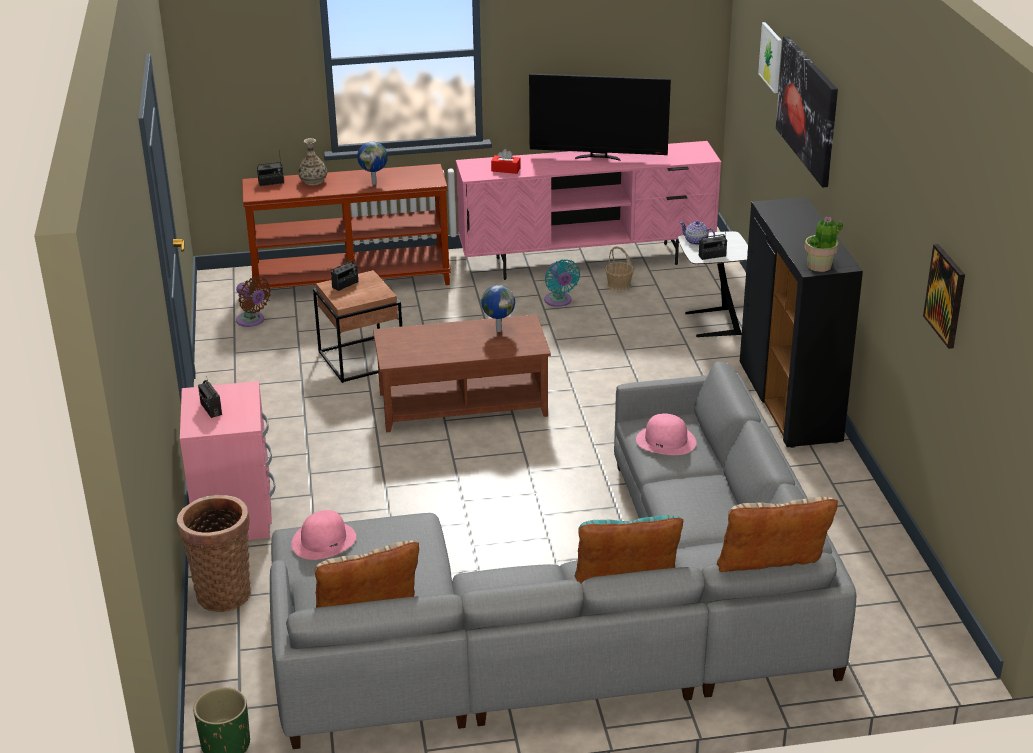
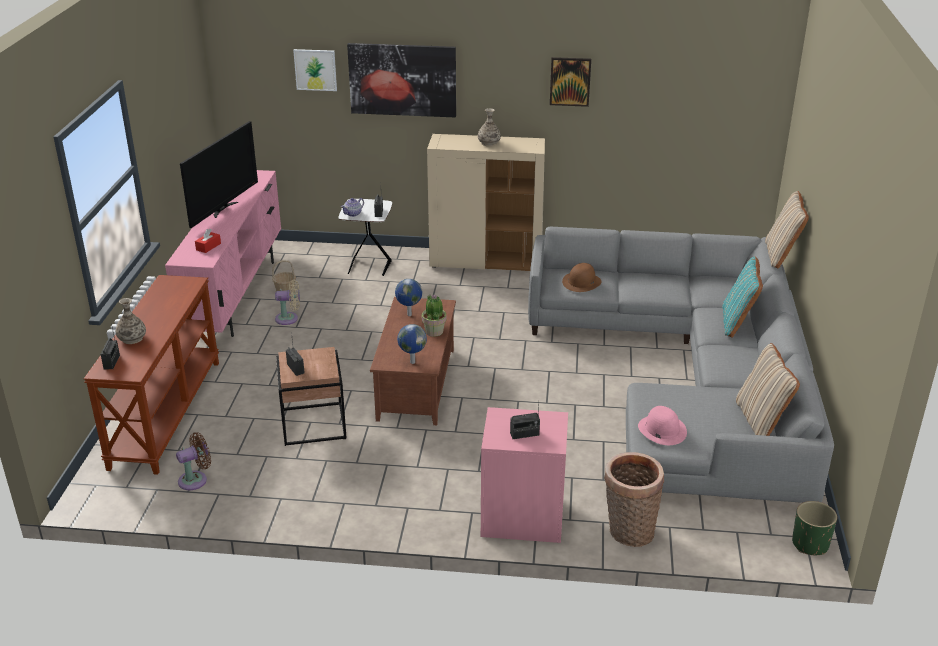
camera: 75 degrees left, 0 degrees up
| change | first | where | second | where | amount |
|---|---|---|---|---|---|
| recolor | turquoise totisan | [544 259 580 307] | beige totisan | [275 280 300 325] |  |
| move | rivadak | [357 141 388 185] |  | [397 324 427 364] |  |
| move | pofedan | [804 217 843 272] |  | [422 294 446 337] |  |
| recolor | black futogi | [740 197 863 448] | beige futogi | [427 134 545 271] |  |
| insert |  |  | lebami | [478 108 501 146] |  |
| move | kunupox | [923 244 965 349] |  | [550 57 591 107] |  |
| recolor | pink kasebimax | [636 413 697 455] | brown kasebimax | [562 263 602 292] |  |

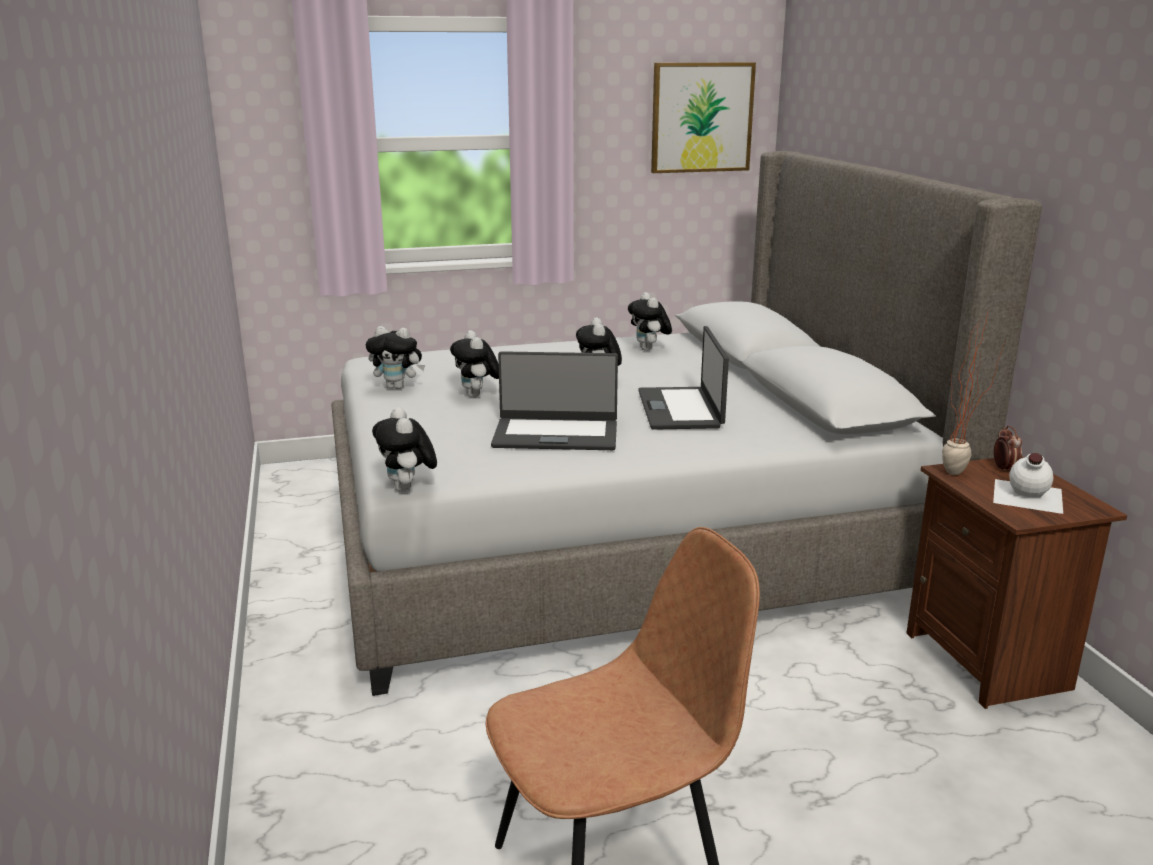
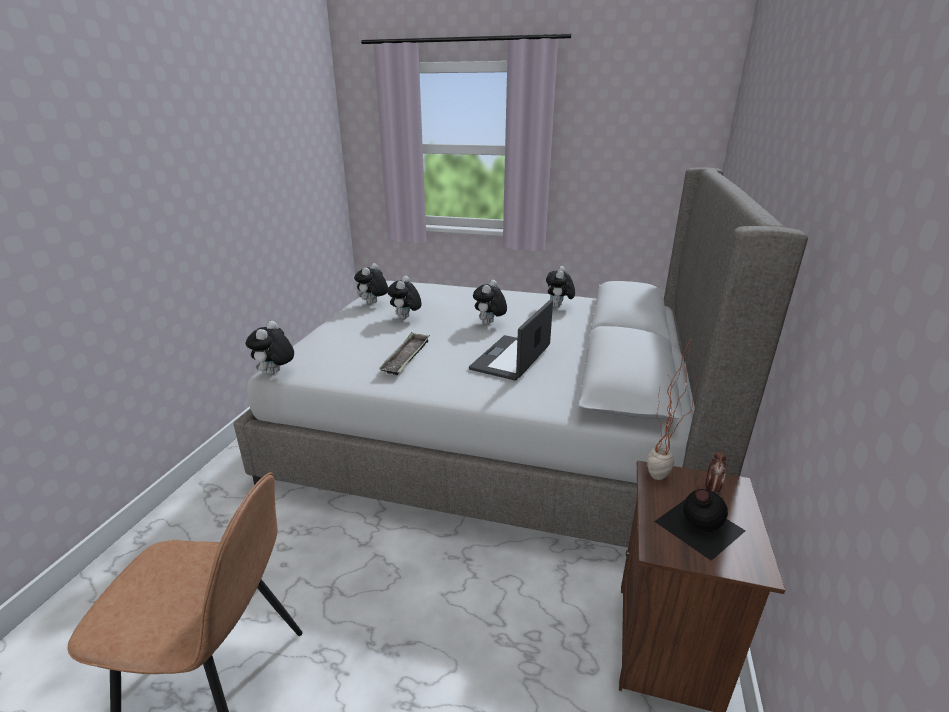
camera: 30 degrees right, 5 degrees up
| change | first | where | second | where | amount |
|---|---|---|---|---|---|
| rotate | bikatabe | [366 326 425 389] |  | [354 263 388 304] | 75 degrees clockwise |
| replace | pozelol | [491 351 618 450] | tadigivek | [379 332 430 375] |  |
| recolor | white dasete | [993 453 1063 514] | black dasete | [654 489 746 561] |  |
| delete | kunupox | [651 62 756 173] |  |  |  |

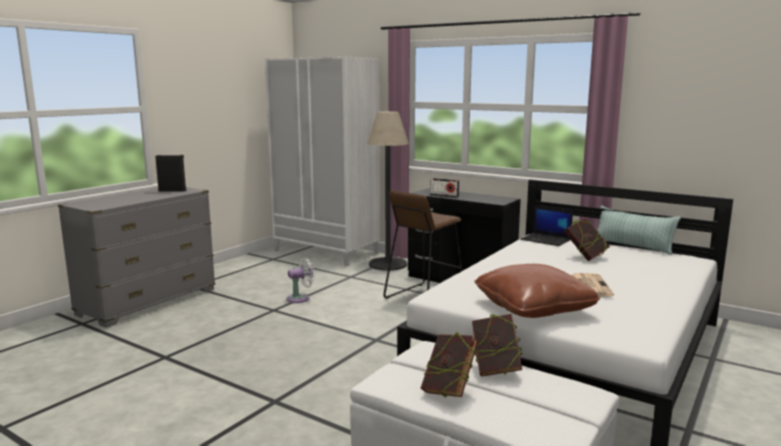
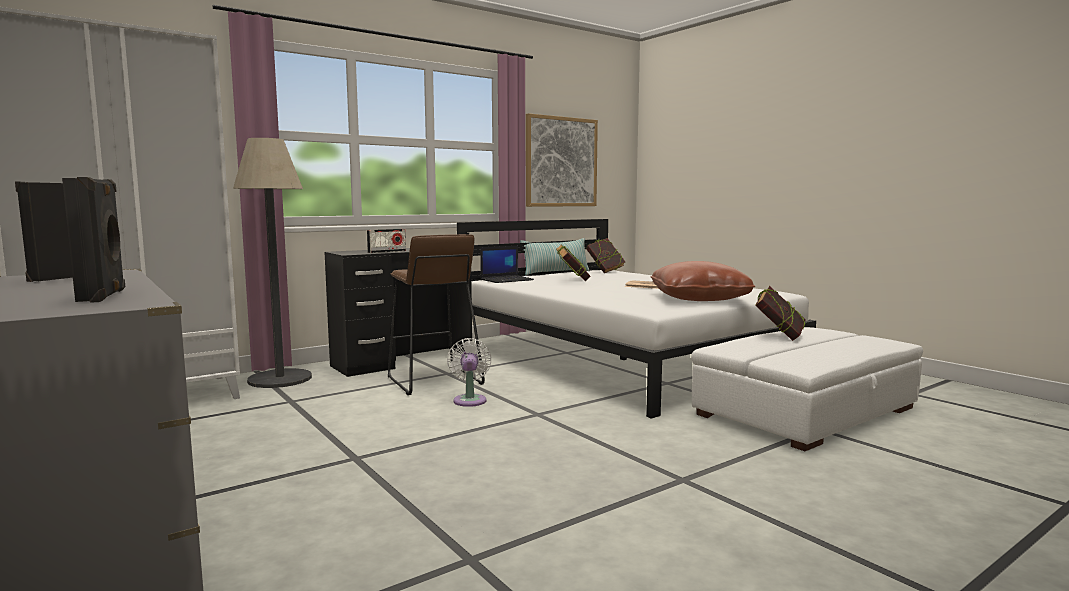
camera: 70 degrees left, 5 degrees down
| change | first | where | second | where | amount |
|---|---|---|---|---|---|
| insert |  |  | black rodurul | [62 177 125 303] |  |
| move | white totisan | [287 257 315 303] |  | [447 338 492 407] |  |
| insert |  |  | kunupox | [526 113 598 207] |  |
| move | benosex | [421 332 478 397] |  | [586 238 625 273] |  |

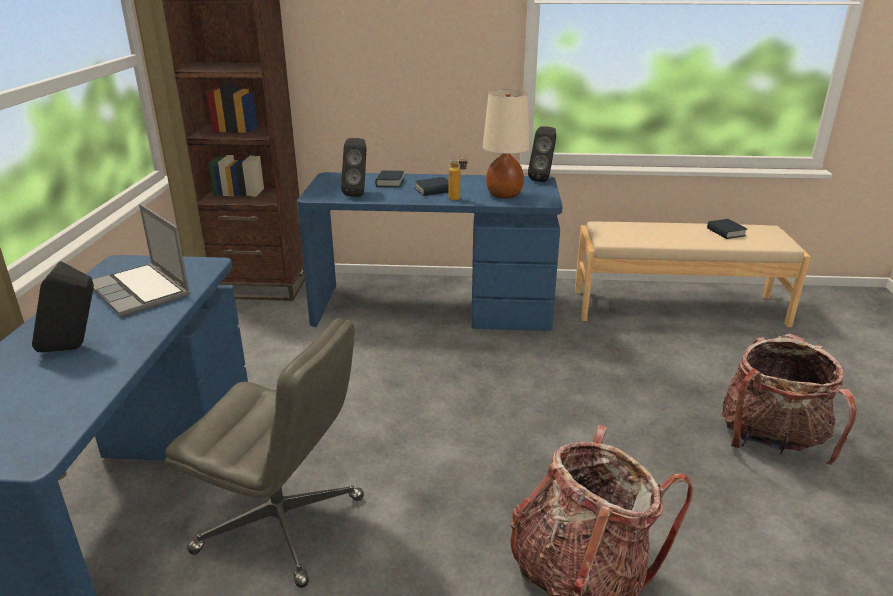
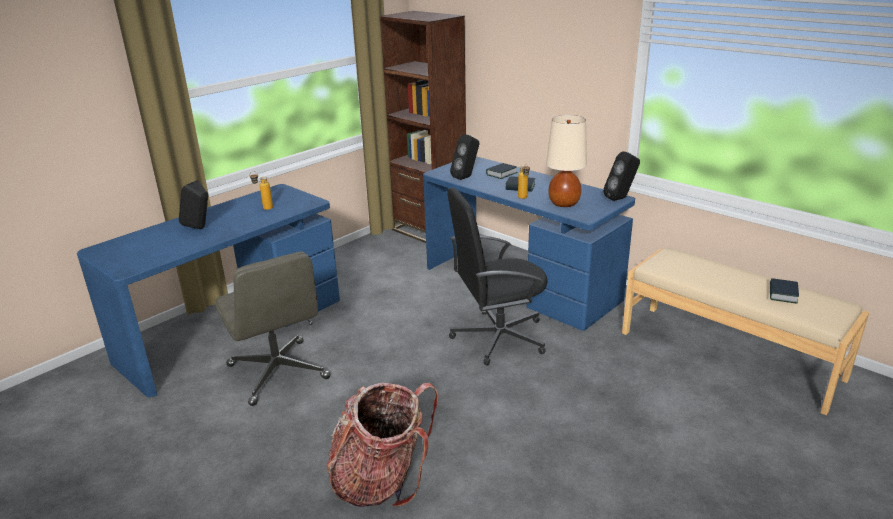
camera: 40 degrees right, 0 degrees up
| change | first | where | second | where | amount |
|---|---|---|---|---|---|
| replace | pozelol | [92 204 190 317] | dasete | [249 171 273 210] |  |
| insert |  |  | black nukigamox | [447 188 548 366] |  |
| delete | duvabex | [722 334 857 465] |  |  |  |

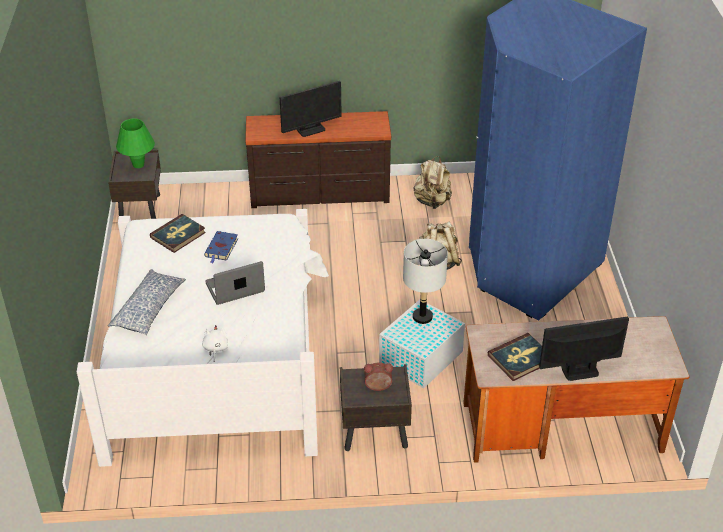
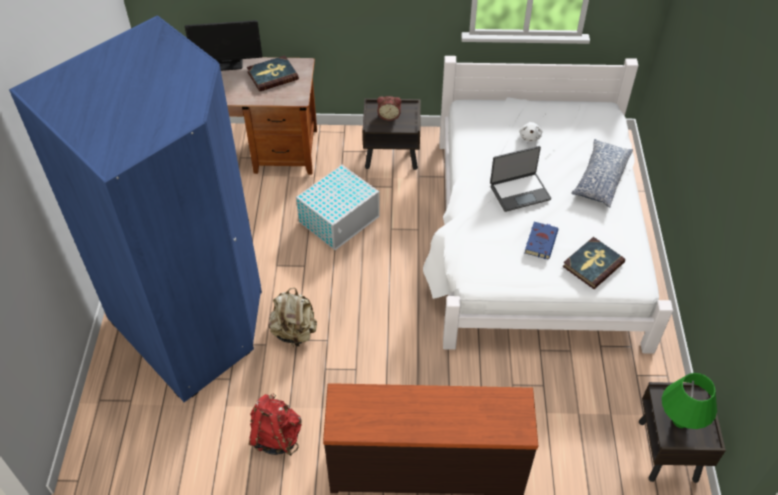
camera: 175 degrees left, 10 degrees up
| change | first | where | second | where | amount |
|---|---|---|---|---|---|
| recolor | beige duvabex | [414 156 452 209] | red duvabex | [249 393 302 456] |  |
| delete | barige | [280 81 342 137] |  |  |  |
| delete | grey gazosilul | [403 239 448 324] |  |  |  |

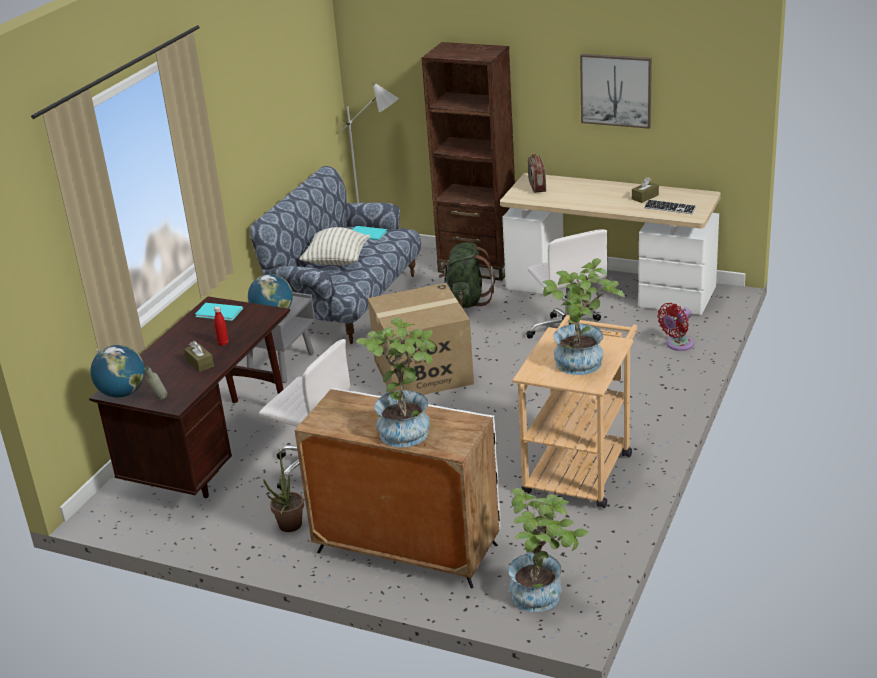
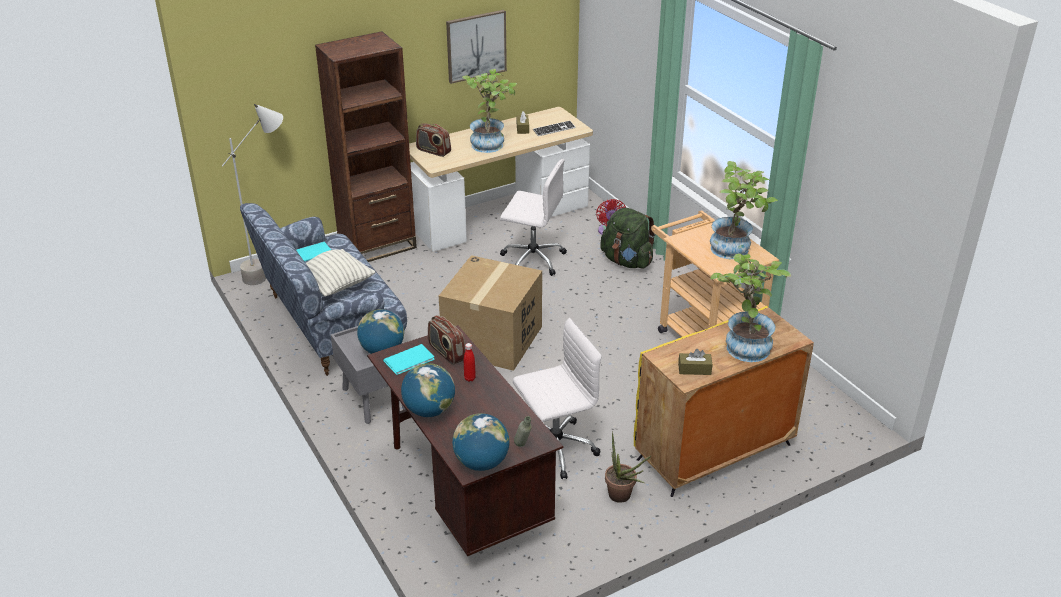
camera: 55 degrees left, 5 degrees up
| change | first | where | second | where | amount |
|---|---|---|---|---|---|
| insert |  |  | rivadak | [401 363 455 417] |  |
| insert |  |  | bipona | [428 315 466 365] |  |
| move | pofedan | [509 488 589 612] |  | [462 69 517 153] |  |
| move | green duvabex | [439 242 495 308] |  | [600 208 655 268] |  |
| recolor | white futogi | [295 388 500 588] | yellow futogi | [634 306 814 497] |  |
| move | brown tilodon | [184 341 214 372] |  | [678 349 713 375] |  |

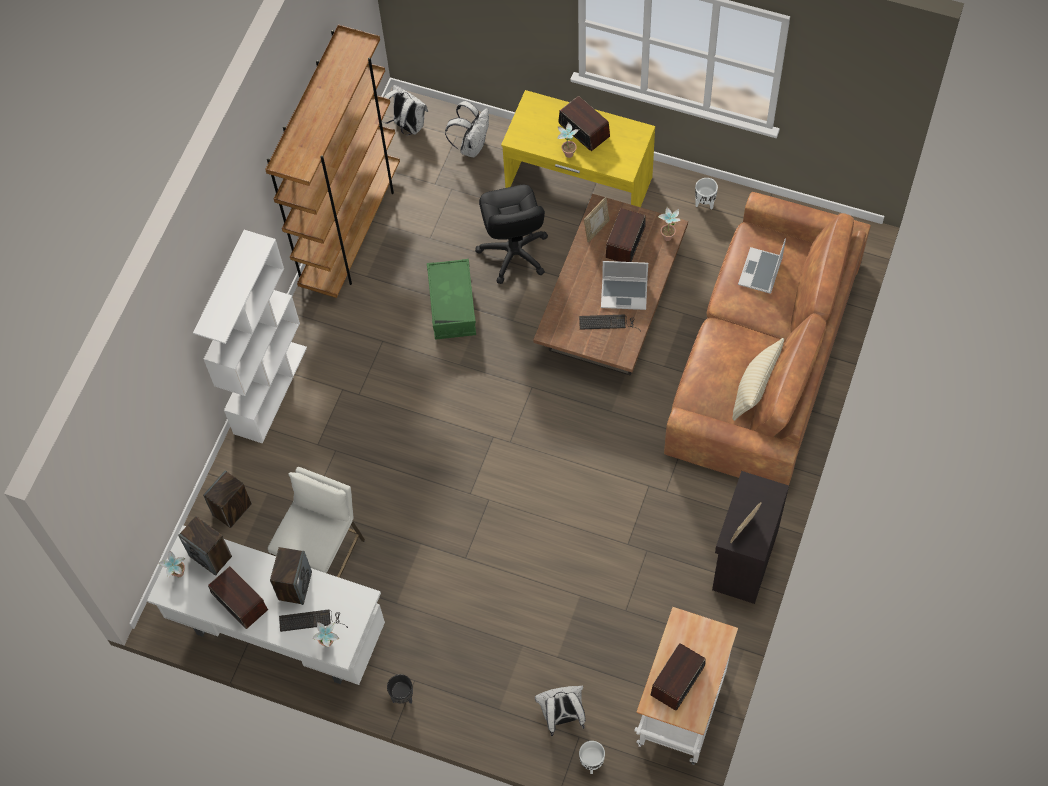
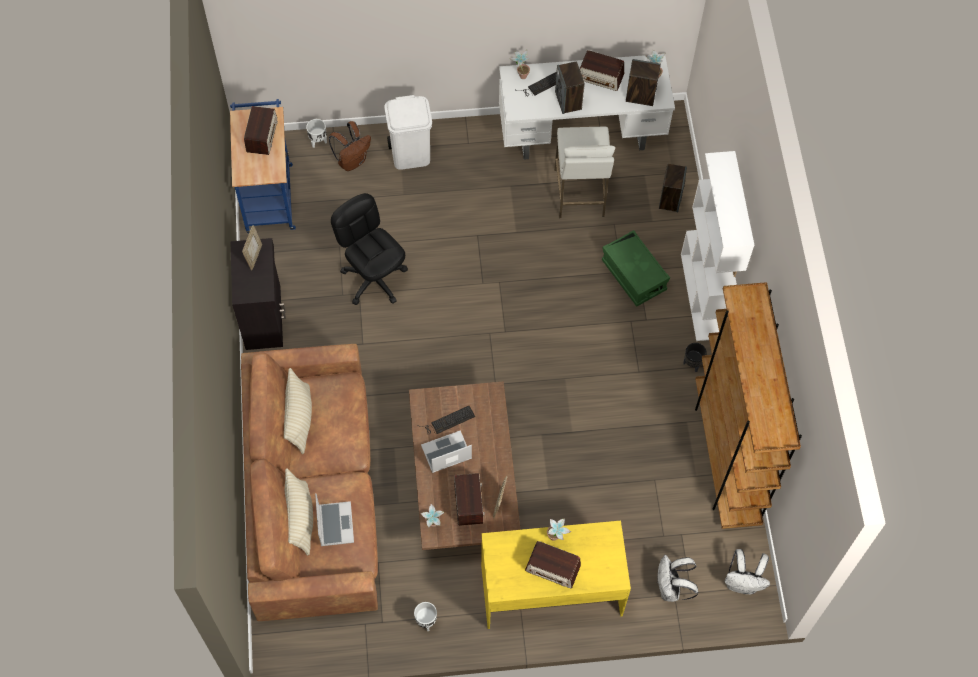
camera: 150 degrees right, 0 degrees up
| change | first | where | second | where | amount |
|---|---|---|---|---|---|
| recolor | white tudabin | [634 607 738 765] | blue tudabin | [230 99 296 234] |  |
| insert |  |  | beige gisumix | [285 468 313 556] |  |
| recolor | white duvabex | [535 686 585 736] | brown duvabex | [329 121 371 171] |  |
| move | black nukigamox | [475 185 548 284] |  | [331 193 408 305] |  |
| insert |  |  | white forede | [384 95 432 170] |  |
| move | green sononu | [427 259 476 340] |  | [602 230 670 307] |  |
| move | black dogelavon | [387 674 413 703] |  | [683 343 707 372] |  |

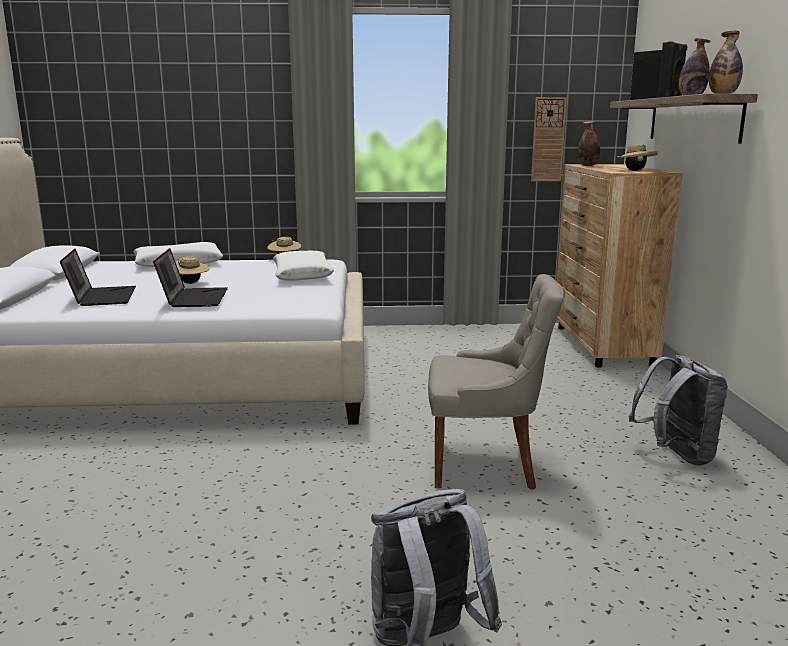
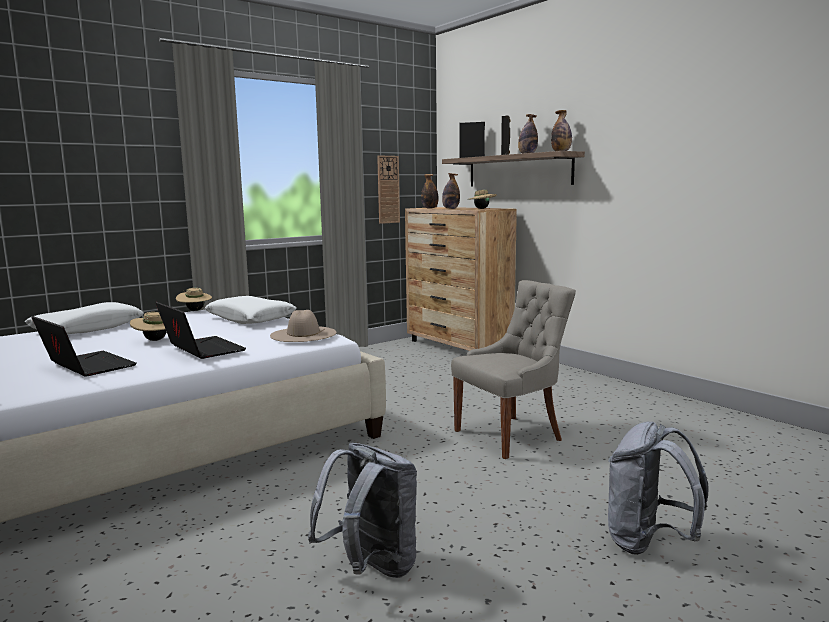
camera: 35 degrees left, 5 degrees down
| change | first | where | second | where | amount |
|---|---|---|---|---|---|
| insert |  |  | beige kasebimax | [270 310 336 342] |  |
| move | grey duvabex | [629 355 728 466] |  | [308 443 417 578] |  |
| insert |  |  | dasete | [442 173 460 209] |  |

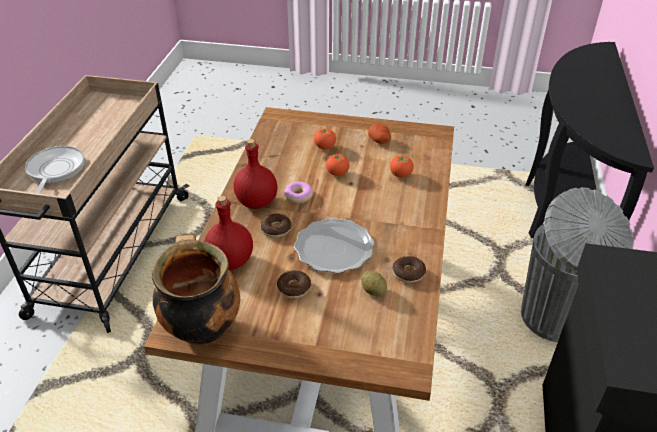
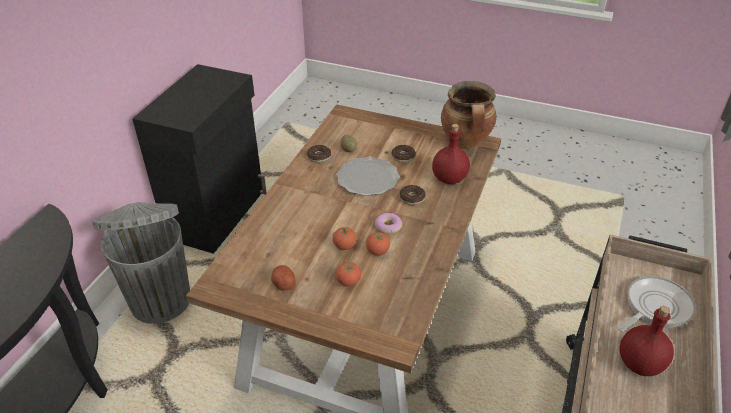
camera: 170 degrees left, 0 degrees up
| change | first | where | second | where | amount |
|---|---|---|---|---|---|
| move | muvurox | [390 156 414 178] |  | [366 232 390 255] |  |
| rotate | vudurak | [25 146 84 194] |  | [617 276 696 332] | 135 degrees counterclockwise |
| move | red dasete | [233 139 277 209] |  | [619 306 674 376] |  |

